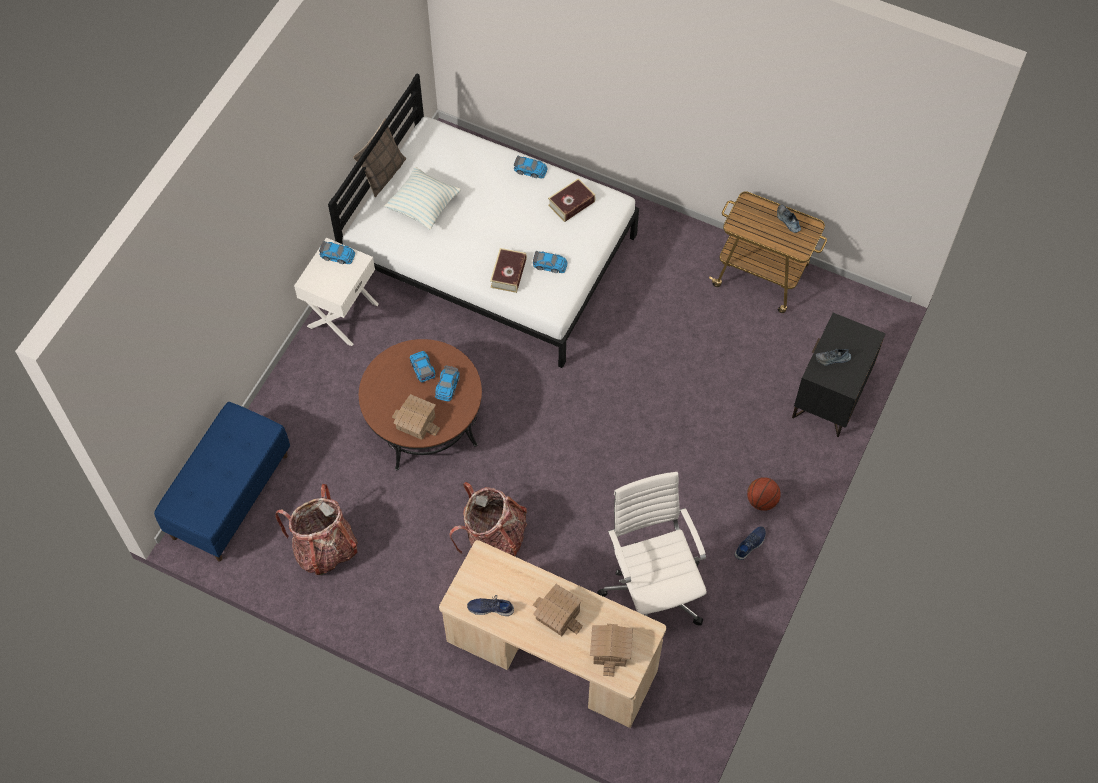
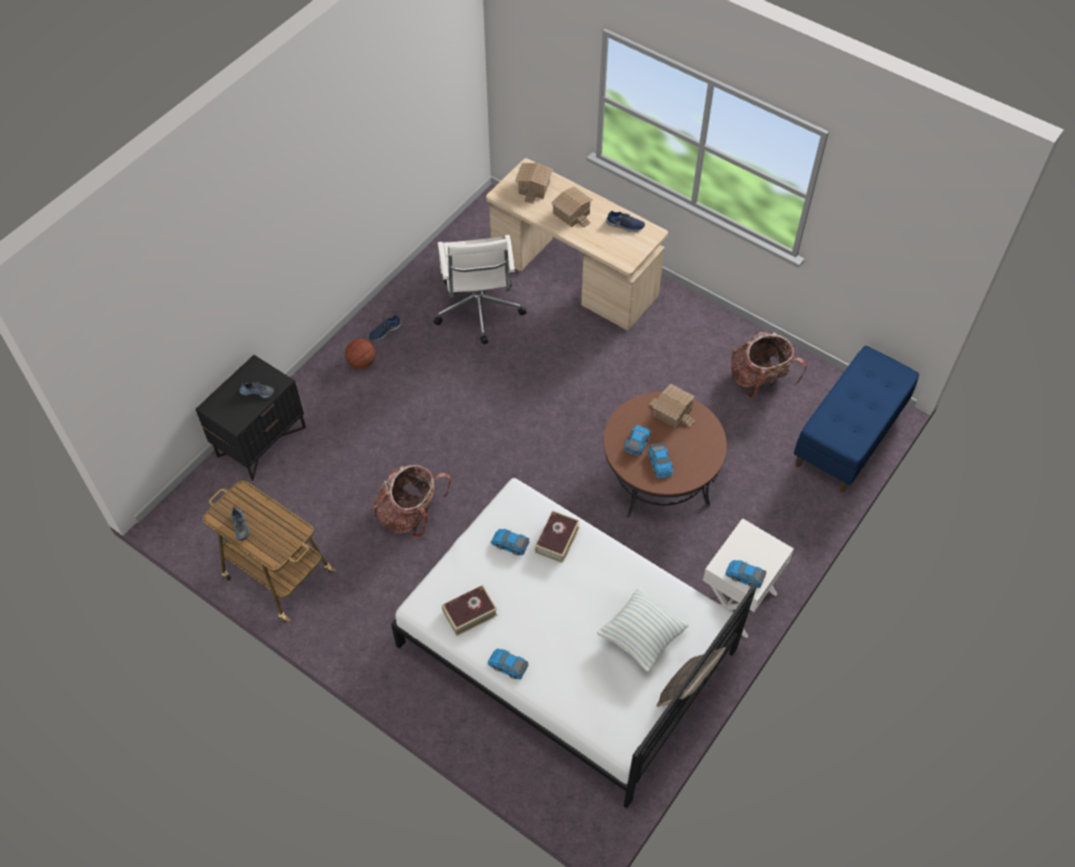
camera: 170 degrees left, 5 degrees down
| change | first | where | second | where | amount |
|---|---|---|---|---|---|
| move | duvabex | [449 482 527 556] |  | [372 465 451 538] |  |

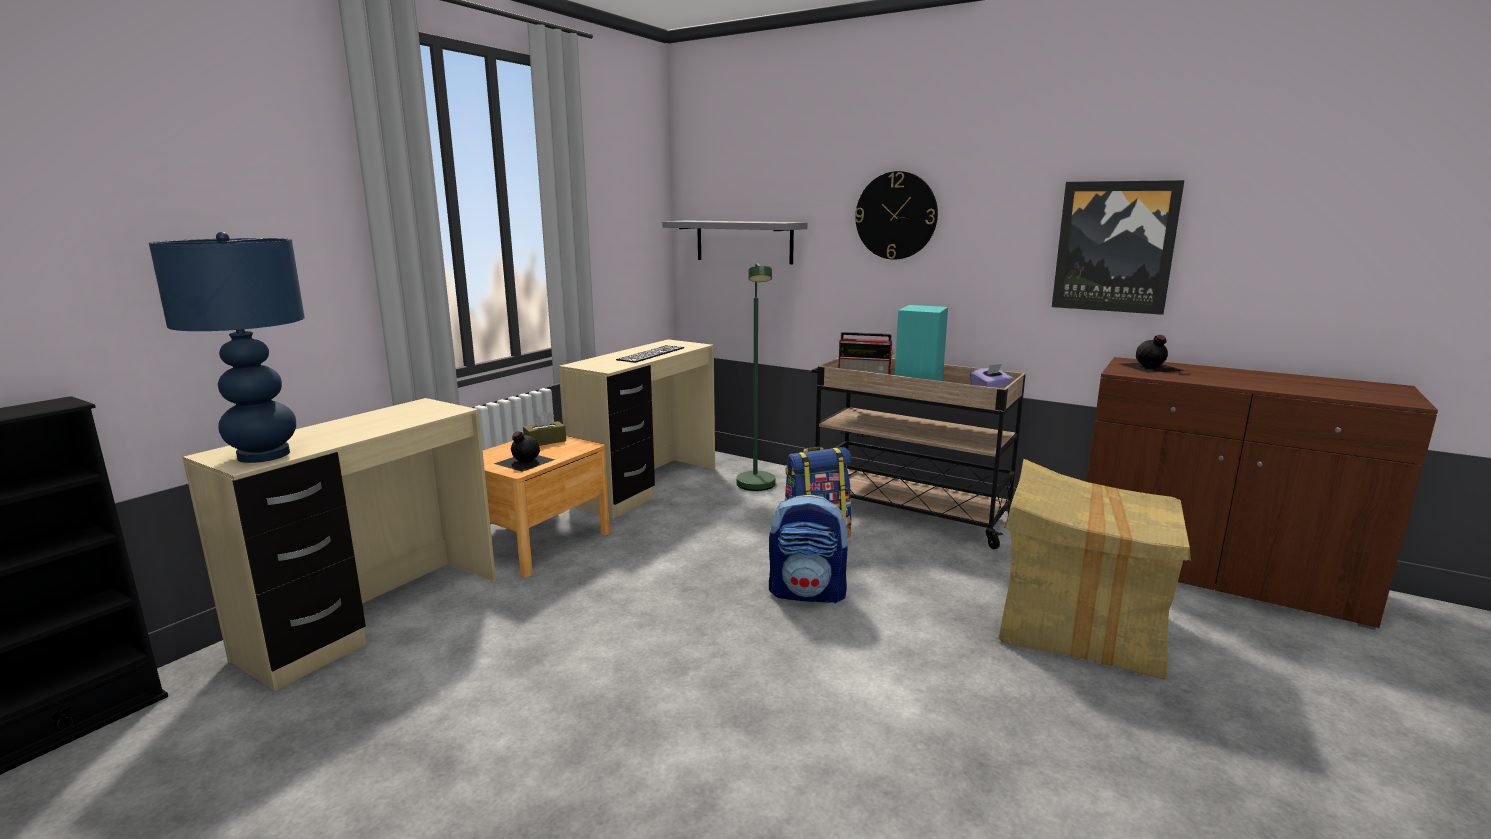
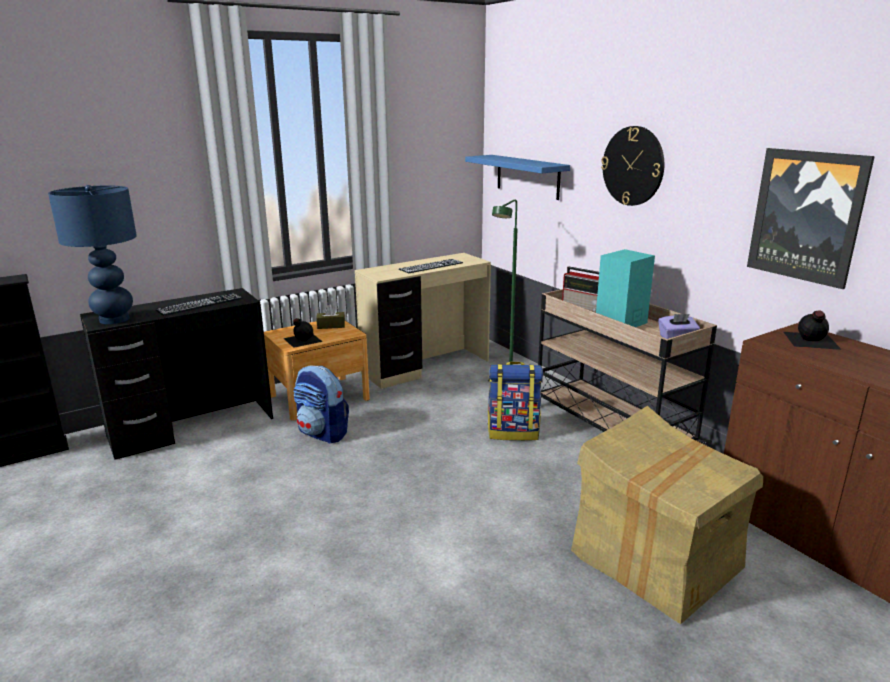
camera: 25 degrees right, 5 degrees up
| change | first | where | second | where | amount |
|---|---|---|---|---|---|
| recolor | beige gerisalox | [182 398 496 691] | black gerisalox | [80 288 273 460] |  |
| insert |  |  | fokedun | [155 293 242 316] |  |
| move | duvabex | [769 494 851 604] |  | [293 365 349 443] |  |
| recolor | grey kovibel | [662 220 807 264] | blue kovibel | [465 155 570 200] |  |

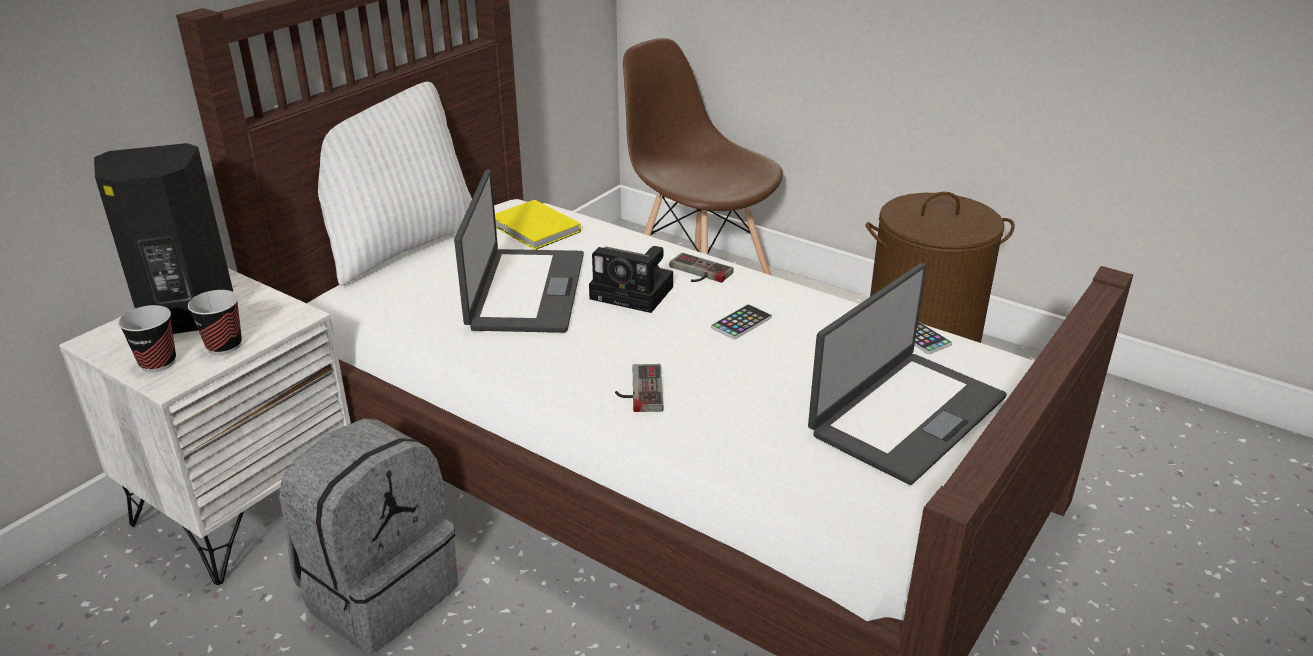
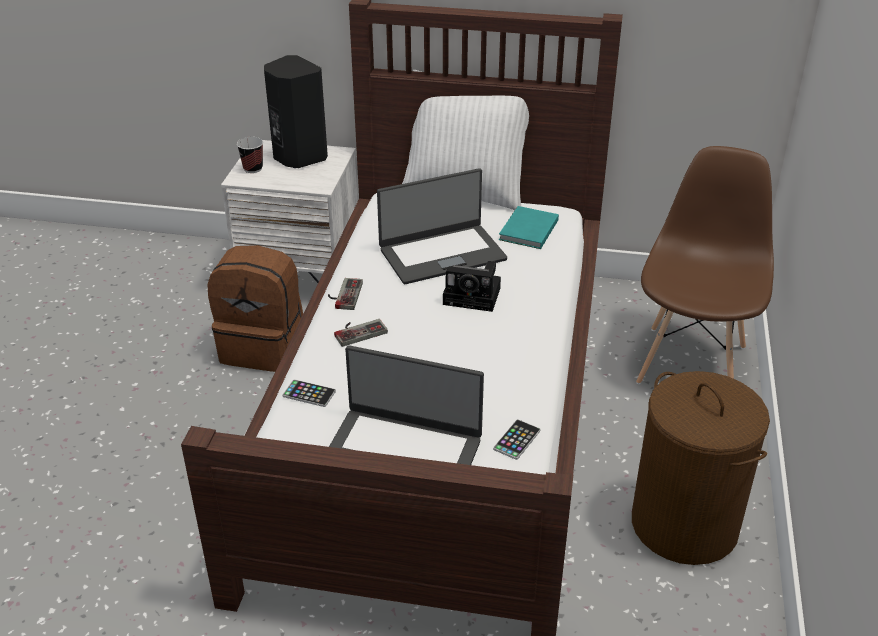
camera: 65 degrees right, 5 degrees up
| change | first | where | second | where | amount |
|---|---|---|---|---|---|
| recolor | grey duvabex | [279 419 458 653] | brown duvabex | [207 245 303 372] |  |
| move | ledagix | [711 304 772 339] |  | [282 379 336 407] |  |
| move | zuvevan | [669 253 734 283] |  | [328 278 363 310] |  |
| rotate | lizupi | [589 246 673 313] |  | [443 261 501 312] | 75 degrees counterclockwise |
| recolor | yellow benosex | [495 200 581 250] | turquoise benosex | [499 206 559 249] |  |
| delete | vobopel | [188 290 242 355] |  |  |  |

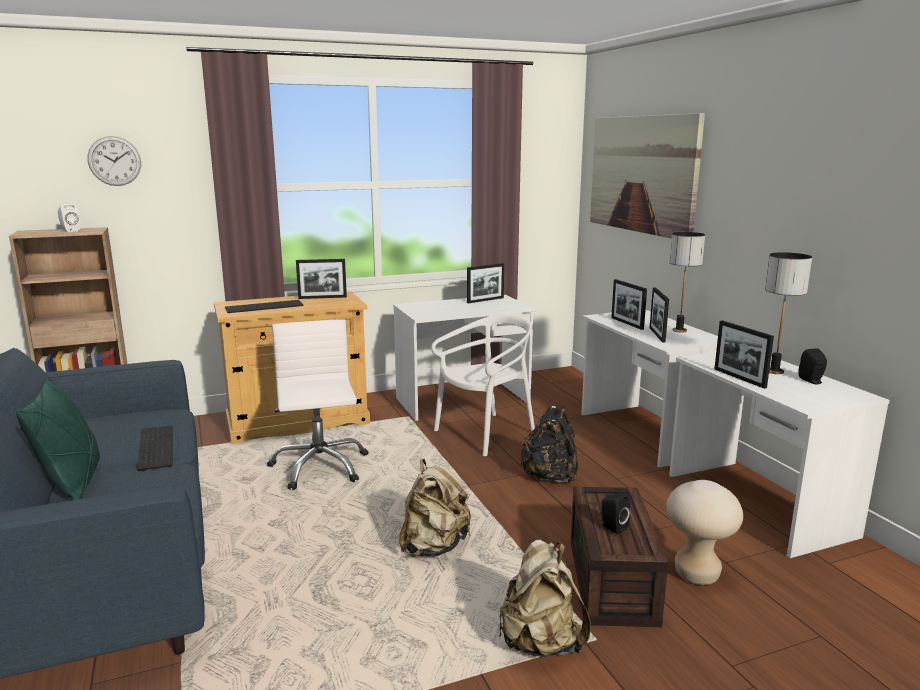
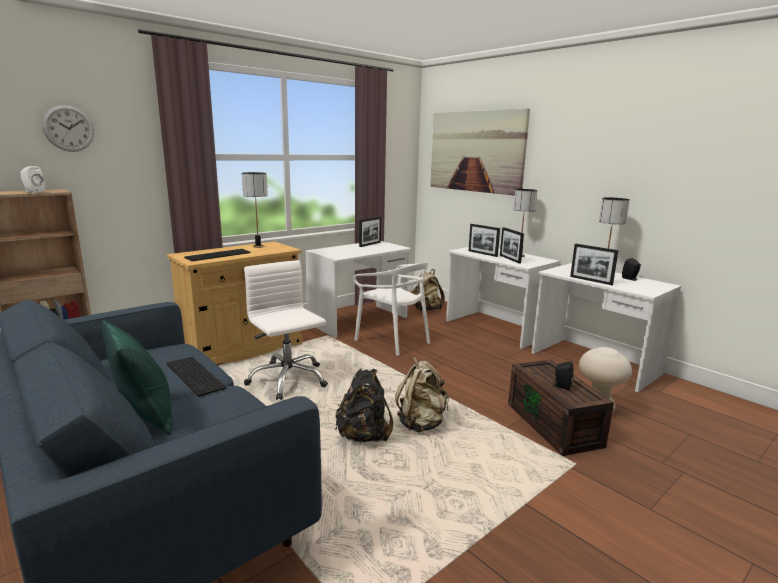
camera: 20 degrees left, 0 degrees up
| change | first | where | second | where | amount |
|---|---|---|---|---|---|
| replace | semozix | [296 259 347 299] | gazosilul | [242 172 268 248] |  |
| move | black duvabex | [520 406 578 483] |  | [335 368 393 442] |  |
| rotate | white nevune | [431 314 535 456] |  | [353 262 430 356] | 105 degrees clockwise |
| move | beige duvabex | [499 540 591 657] |  | [412 269 445 311] |  |

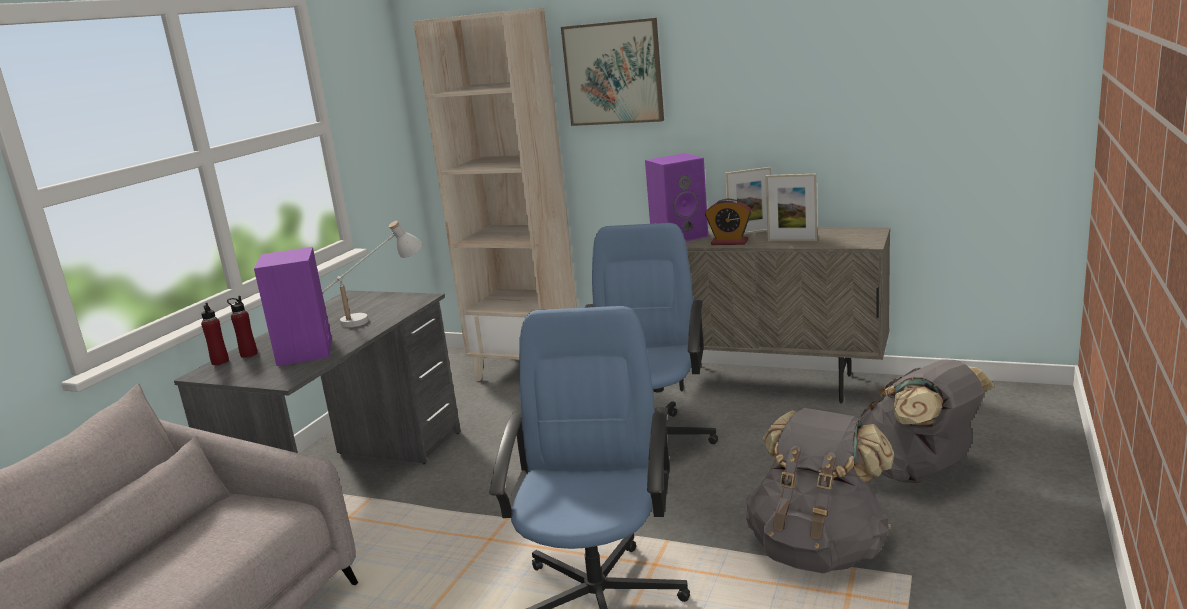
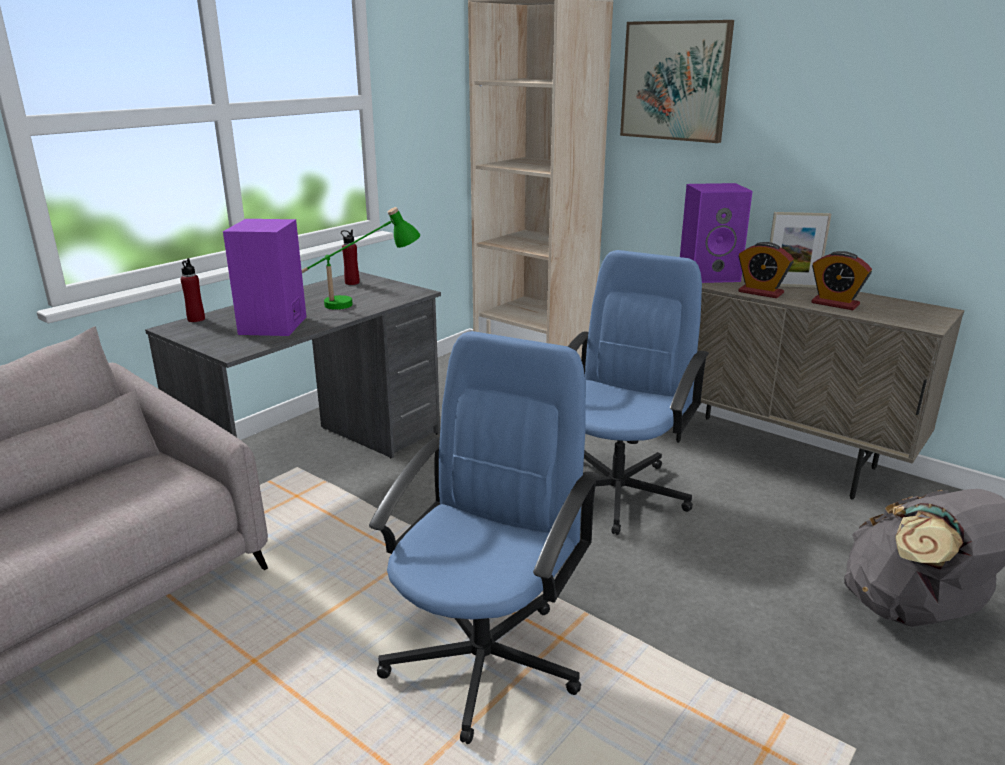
camera: 15 degrees right, 5 degrees up
| change | first | where | second | where | amount |
|---|---|---|---|---|---|
| recolor | white gazosilul | [322 221 422 328] | green gazosilul | [302 207 420 310] |  |
| move | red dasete | [227 296 258 358] |  | [341 230 360 285] |  |
| replace | semozix | [766 174 817 241] | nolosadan | [811 251 872 310] |  |
| delete | grey duvabex | [746 408 894 573] |  |  |  |

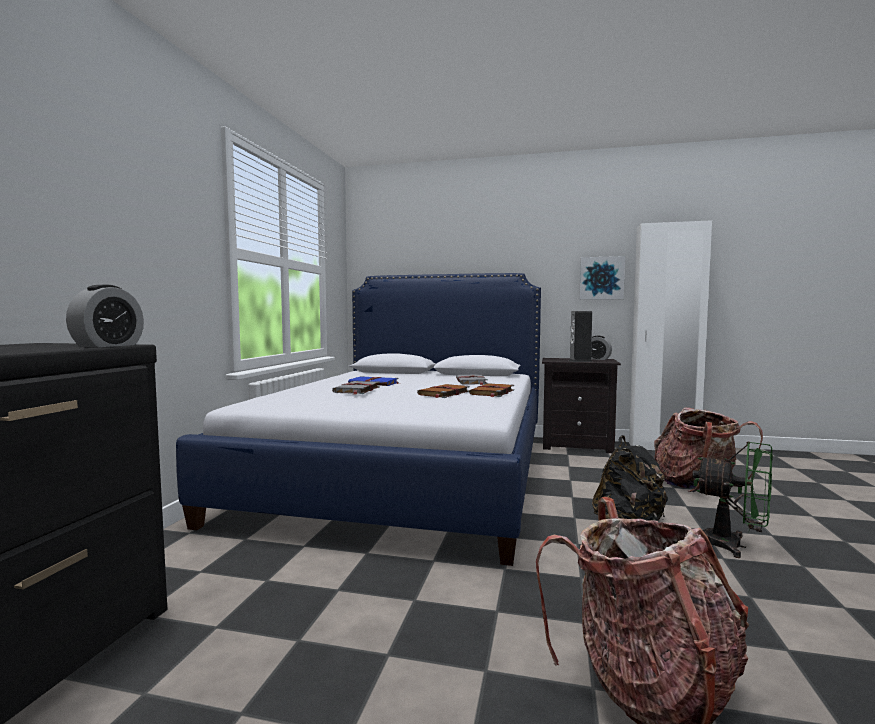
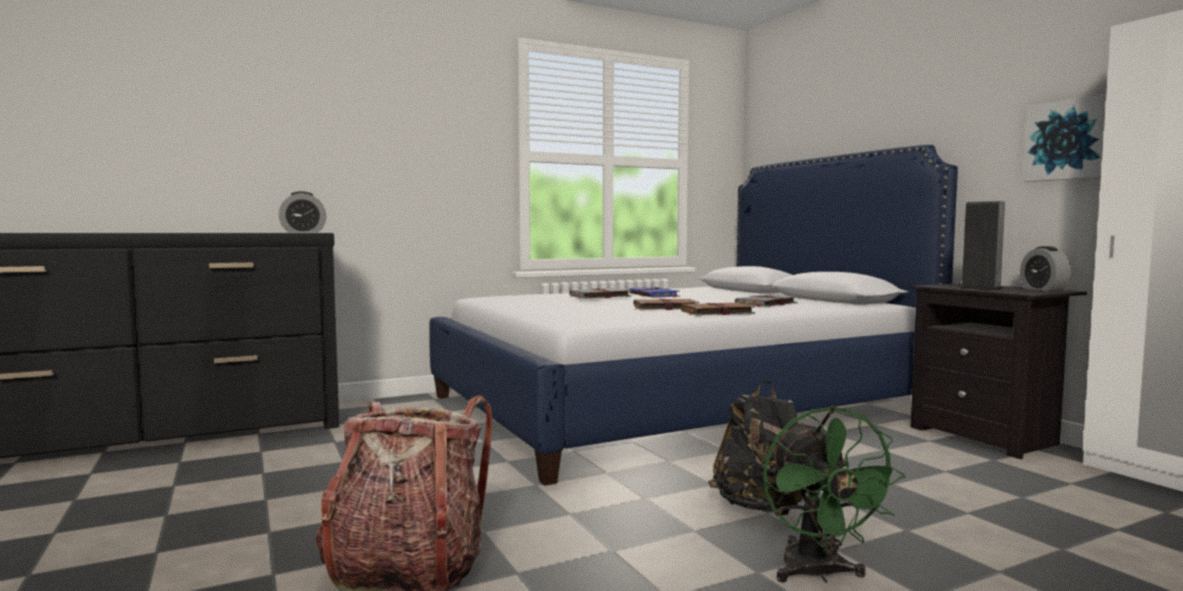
camera: 50 degrees right, 0 degrees up
| change | first | where | second | where | amount |
|---|---|---|---|---|---|
| delete | duvabex | [655 408 763 492] |  |  |  |

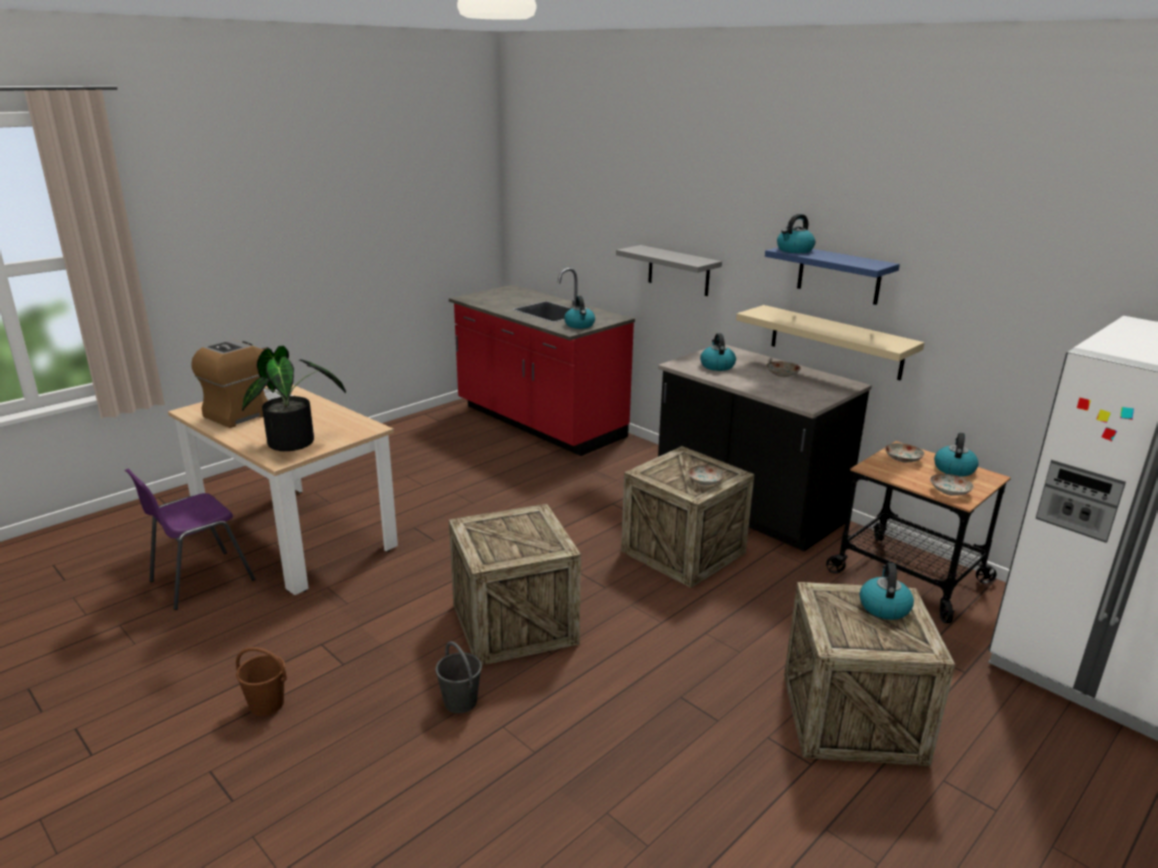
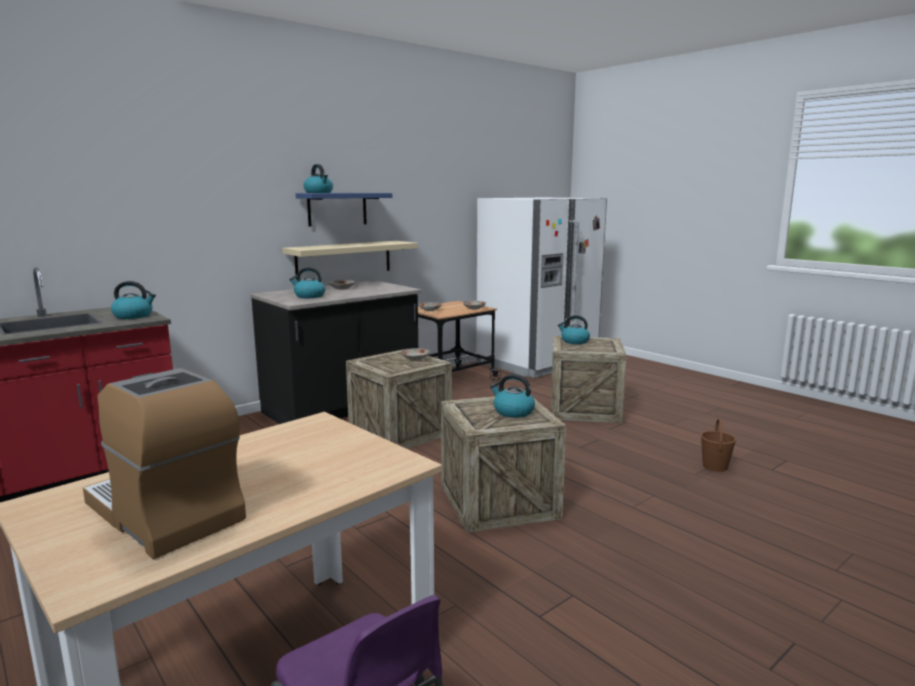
camera: 85 degrees left, 10 degrees down
| change | first | where | second | where | amount |
|---|---|---|---|---|---|
| move | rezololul | [934 433 979 477] |  | [490 374 535 418] |  |
| move | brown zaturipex | [236 647 287 716] |  | [701 418 736 472] |  |
| delete | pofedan | [242 345 346 451] |  |  |  |
| delete | grey zaturipex | [435 641 482 713] |  |  |  |
| delete | grey kovibel | [616 245 722 296] |  |  |  |

